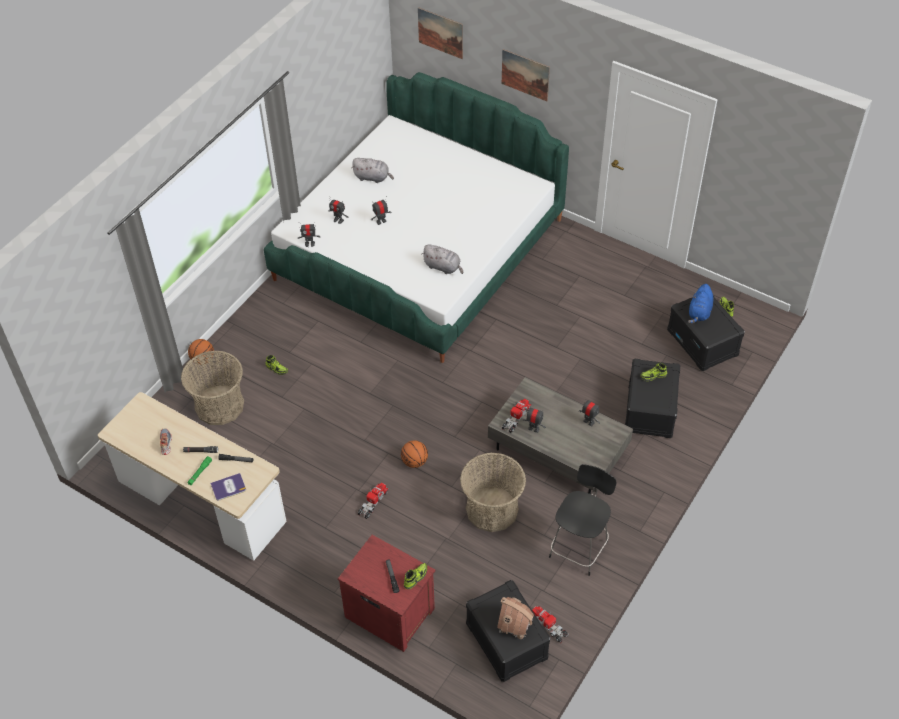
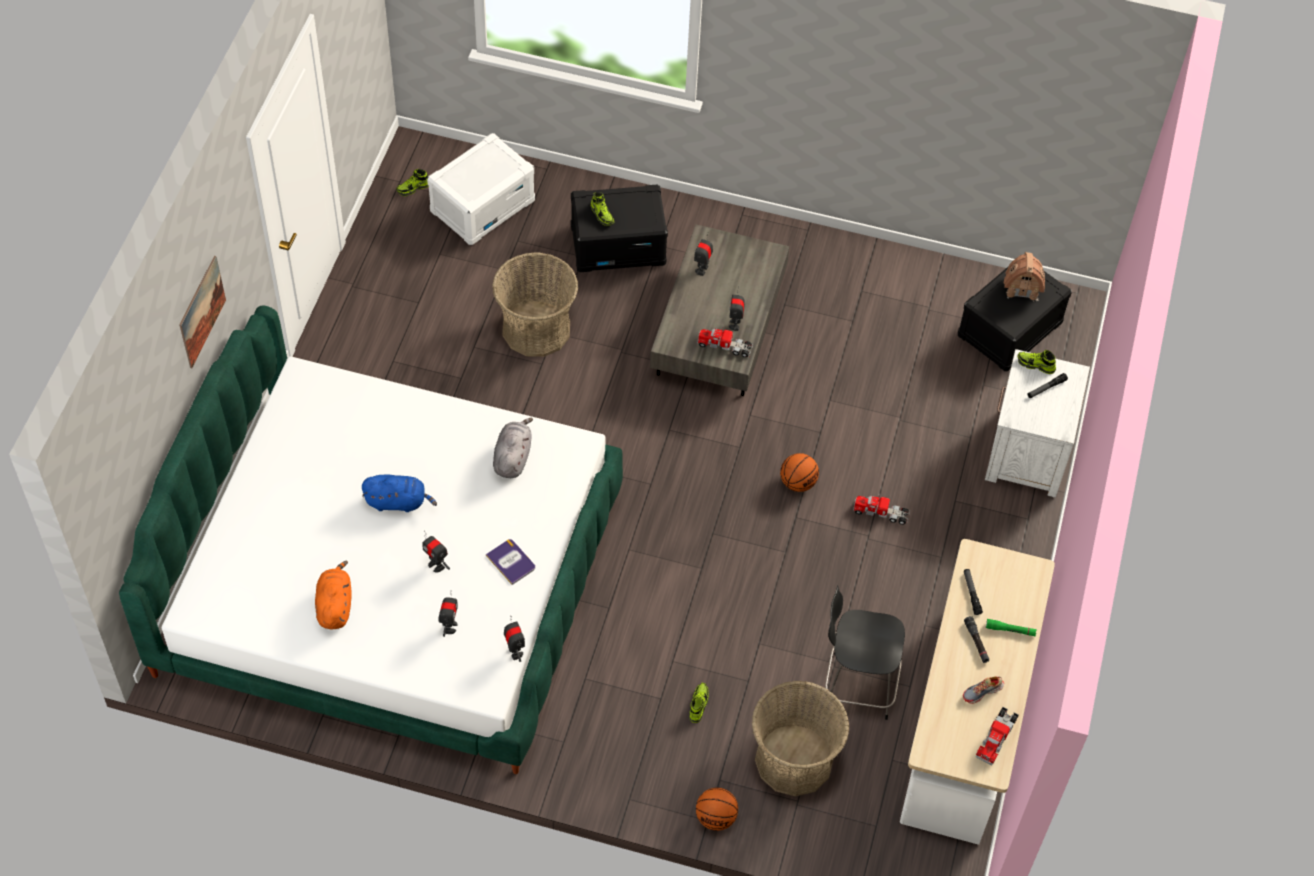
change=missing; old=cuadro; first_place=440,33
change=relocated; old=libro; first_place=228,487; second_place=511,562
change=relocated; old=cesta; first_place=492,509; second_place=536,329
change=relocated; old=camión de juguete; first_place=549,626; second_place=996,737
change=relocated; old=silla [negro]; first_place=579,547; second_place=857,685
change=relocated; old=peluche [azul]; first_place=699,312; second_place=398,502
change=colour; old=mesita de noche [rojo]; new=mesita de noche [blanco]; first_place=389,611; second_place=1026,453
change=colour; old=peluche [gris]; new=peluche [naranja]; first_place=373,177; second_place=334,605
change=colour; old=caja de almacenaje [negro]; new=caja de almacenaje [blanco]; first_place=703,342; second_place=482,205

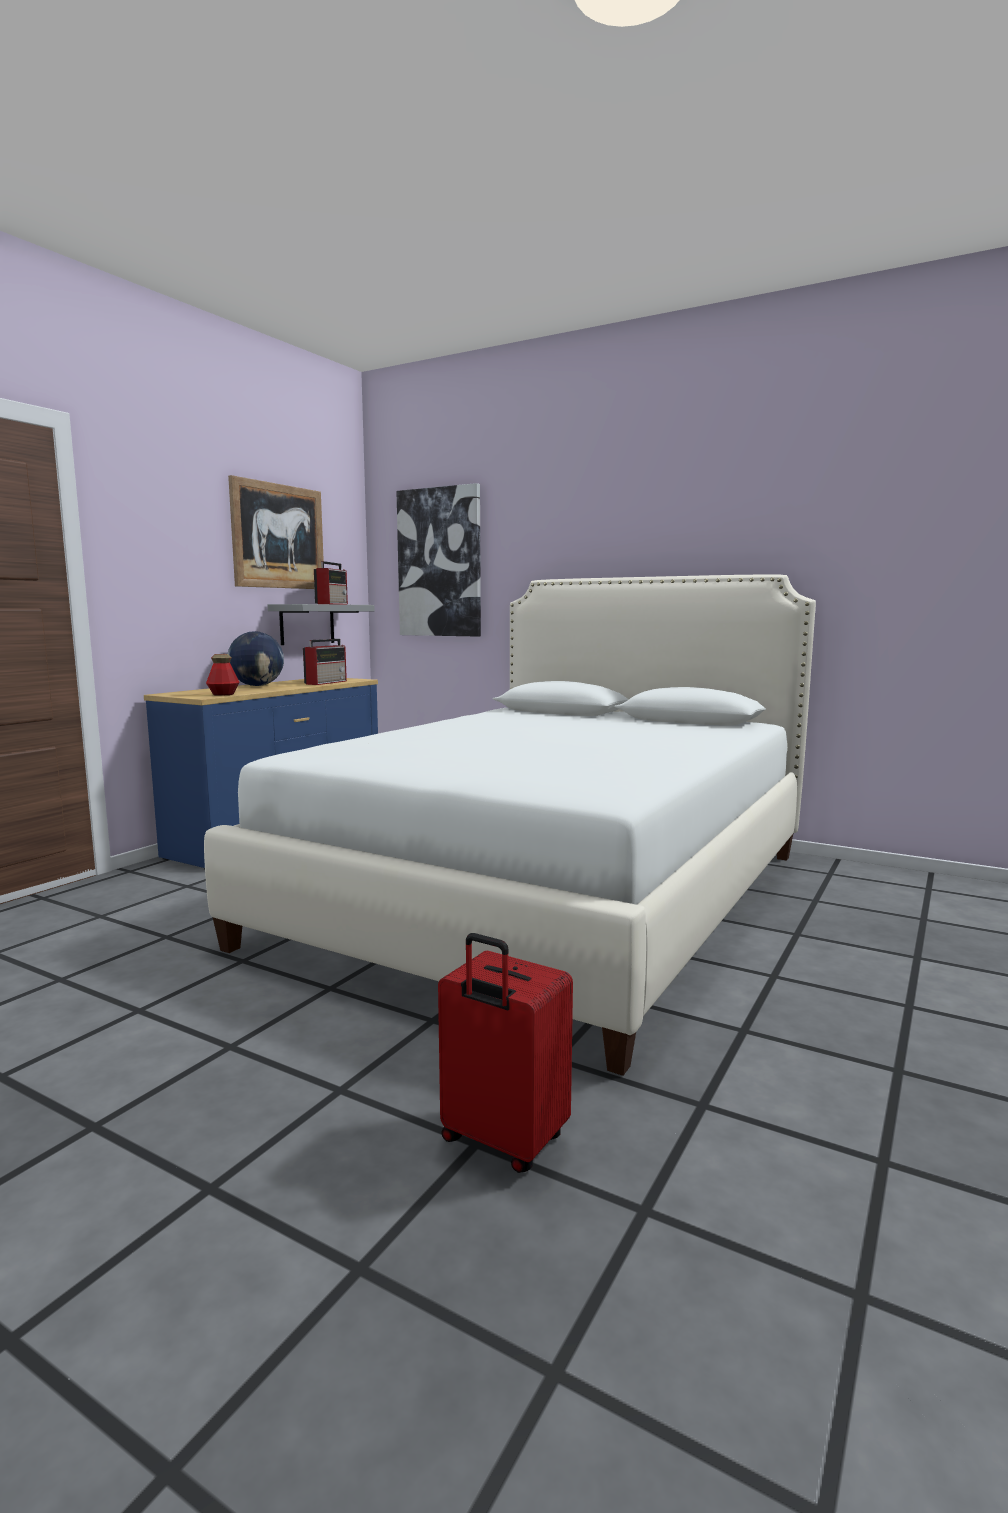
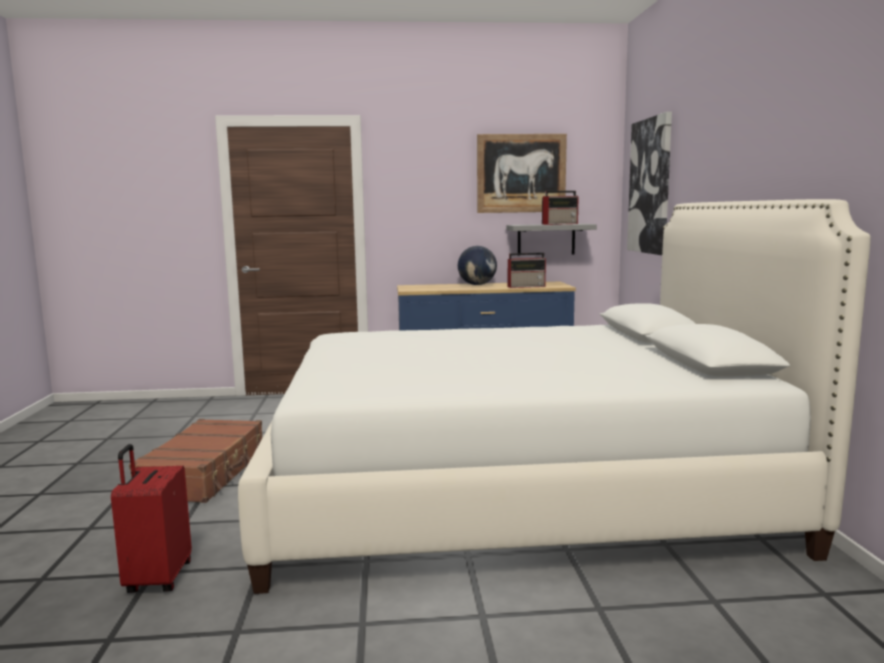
change=missing; old=botella; first_place=223,694
change=appeared; new=maleta [marrón]; second_place=205,473

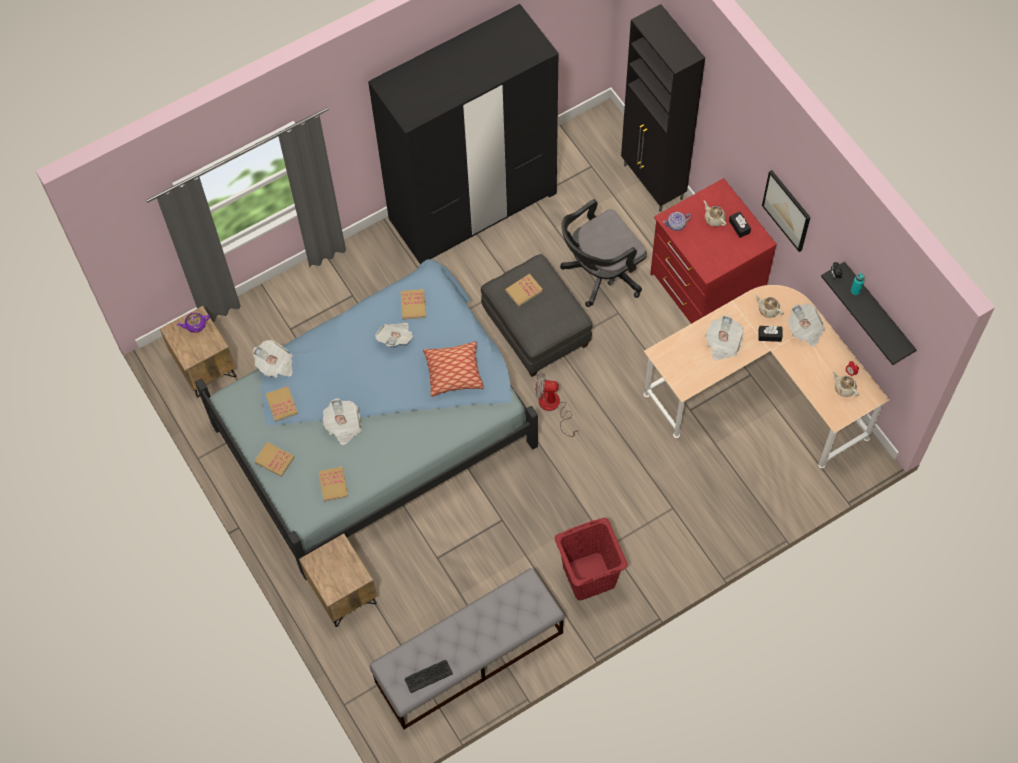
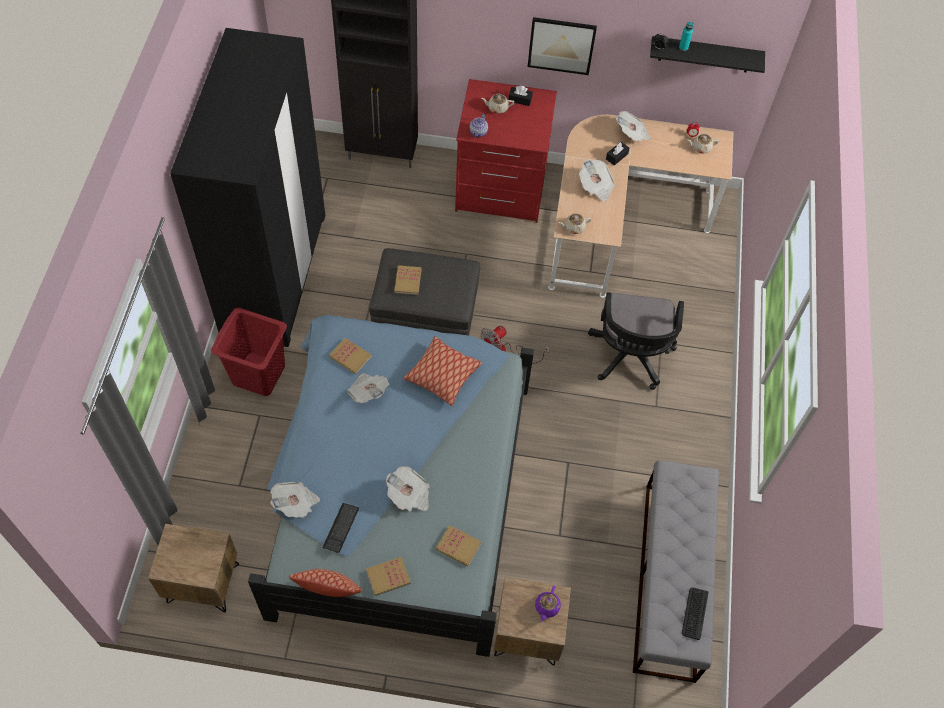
change=appeared; new=cojín; second_place=329,592
change=relocated; old=tetera [morado]; first_place=195,325; second_place=547,607
change=relocated; old=cesto de la ropa [rojo]; first_place=589,575; second_place=258,373
change=relocated; old=silla de oficina [negro]; first_place=600,274; second_place=630,357
change=relocated; old=tetera [beis]; first_place=768,309; second_place=573,227
change=exchanged; old=libro; new=teclado; first_place=281,404; second_place=341,528

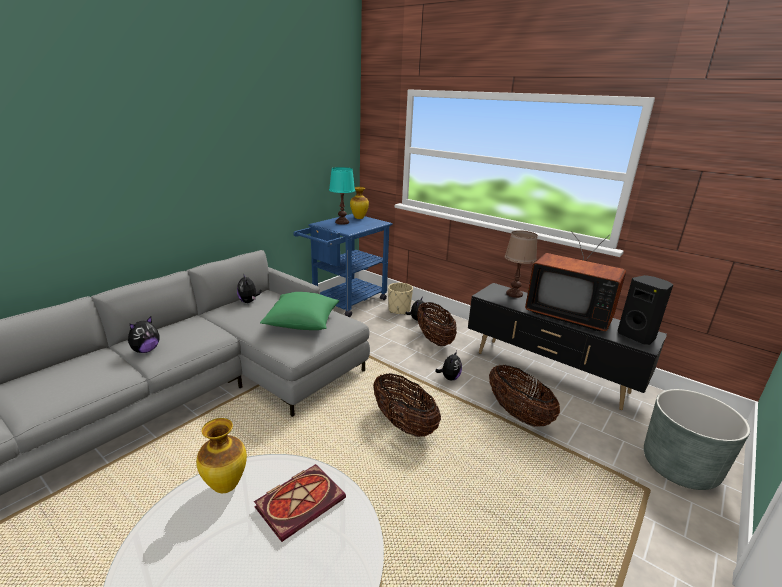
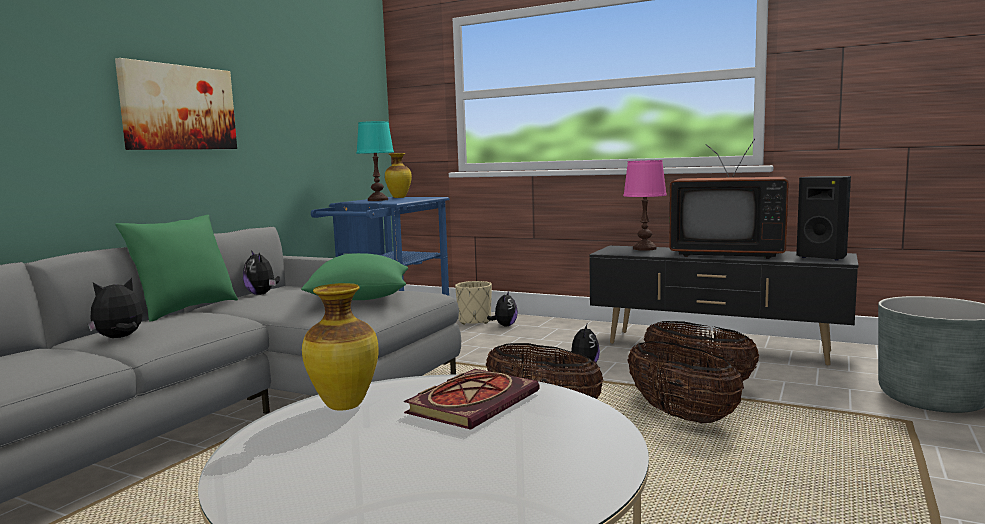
change=appeared; new=cuadro; second_place=178,108
change=appeared; new=cojín [verde]; second_place=185,310
change=relocated; old=cesta; first_place=434,339; second_place=681,416
change=colour; old=lámpara de mesa [marrón]; new=lámpara de mesa [rosa]; first_place=514,294; second_place=644,249
change=spun; old=peluche; first_place=145,350; second_place=120,338; degrees=-150

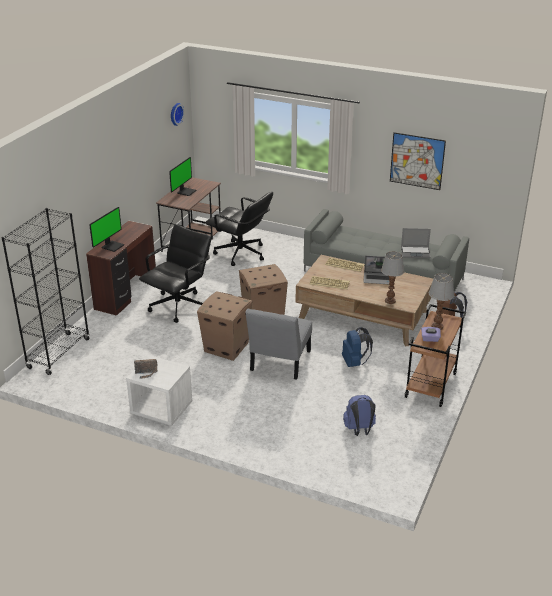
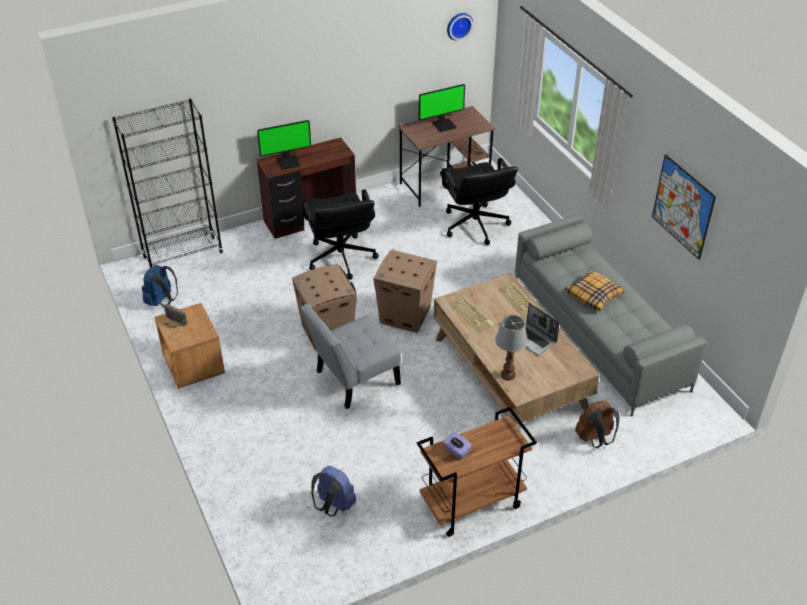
change=missing; old=portátil; first_place=415,252
change=missing; old=lámpara de mesa; first_place=437,326
change=appeared; new=cojín; second_place=593,295
change=relocated; old=mochila [azul]; first_place=354,363; second_place=162,302
change=colour; old=mesita de noche [blanco]; new=mesita de noche [marrón]; first_place=161,409; second_place=193,365
change=spun; old=silla de oficina [negro]; first_place=179,306; second_place=340,258; degrees=90

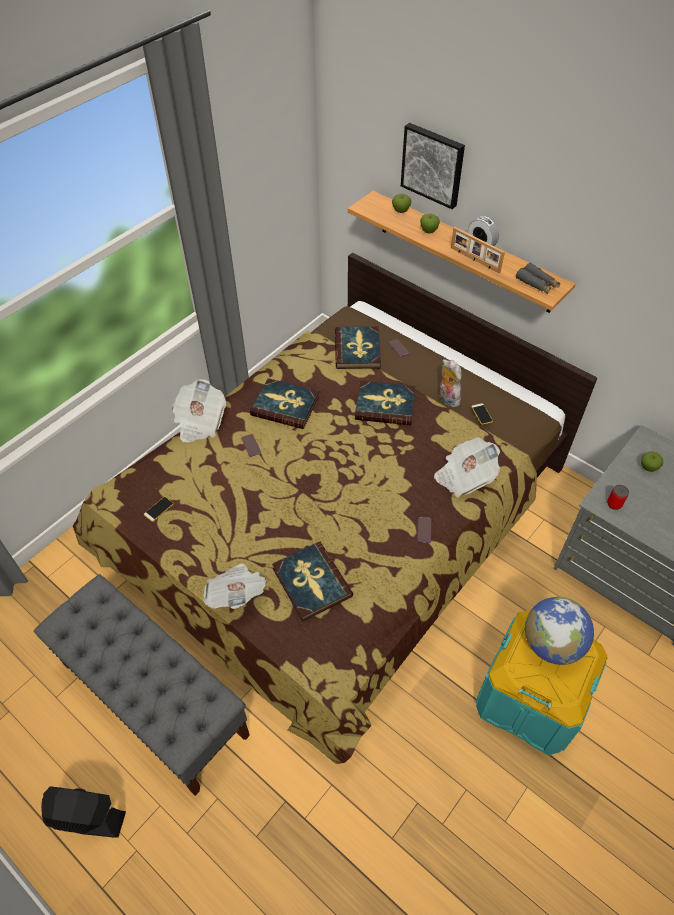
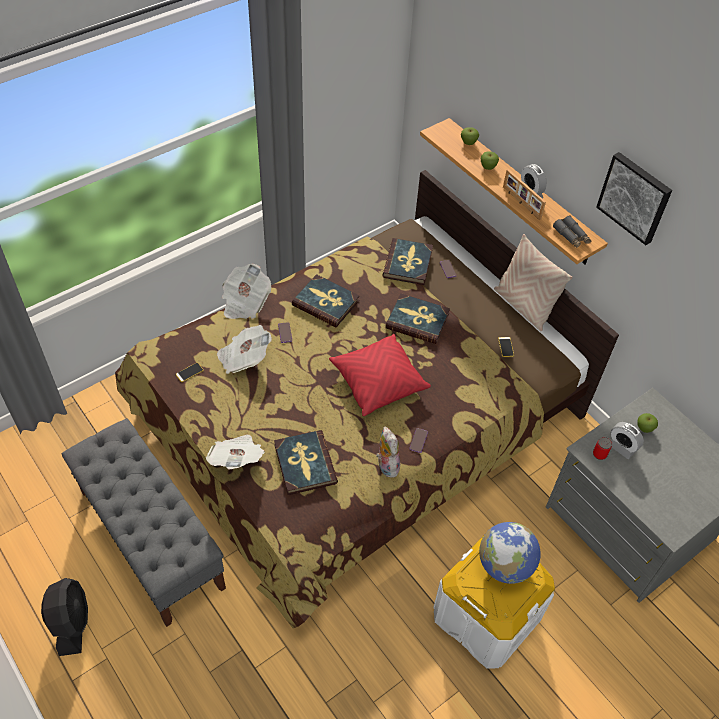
change=appeared; new=cojín [rojo]; second_place=378,382
change=appeared; new=cojín [beis]; second_place=523,306
change=appeared; new=despertador; second_place=621,447
change=relocated; old=cuadro; first_place=433,165; second_place=635,197
change=relocated; old=periódico; first_place=464,477; second_place=244,358
change=relocated; old=peluche; first_place=447,398; second_place=386,465
change=colour; old=caja de almacenaje [turquesa]; new=caja de almacenaje [blanco]; first_place=530,698; second_place=486,616
change=spun; old=ventilador [negro]; first_place=86,818; second_place=72,623; degrees=60

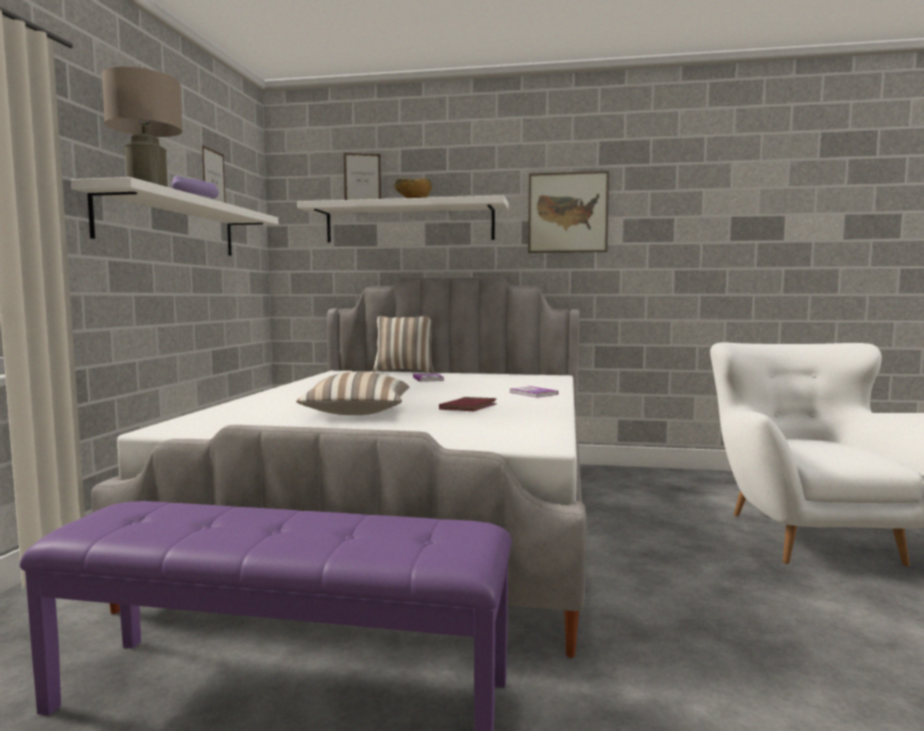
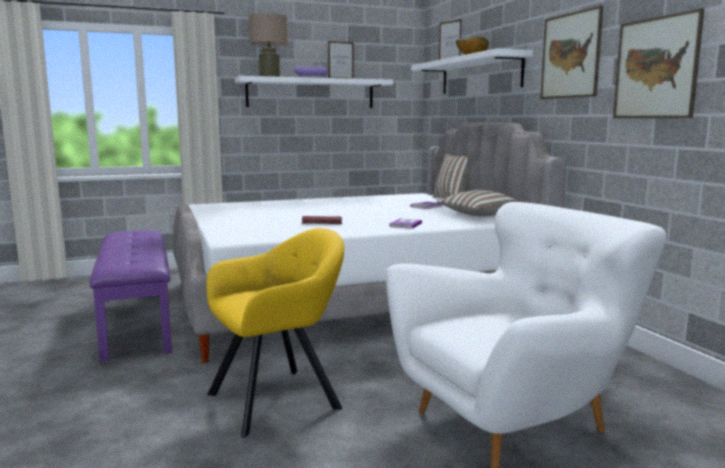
change=appeared; new=sillón [amarillo]; second_place=280,399
change=appeared; new=cuadro; second_place=655,68
change=relocated; old=cojín; first_place=356,414; second_place=478,215

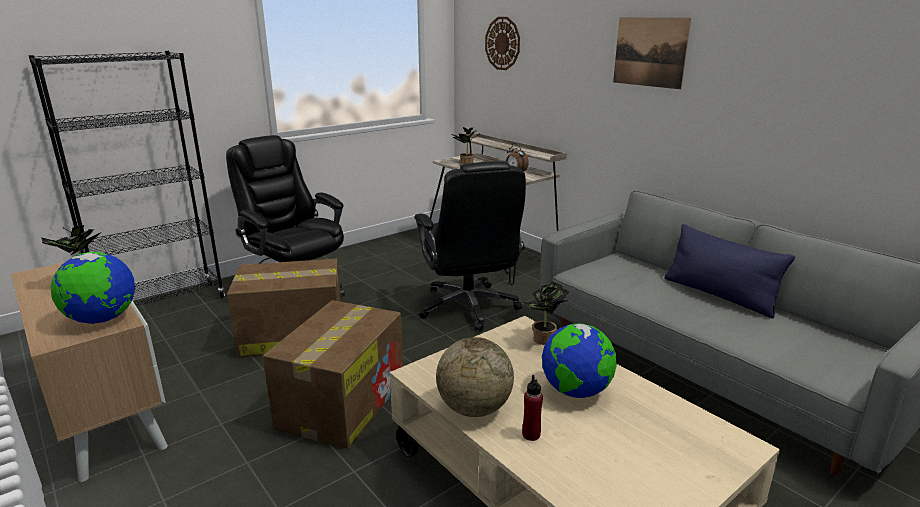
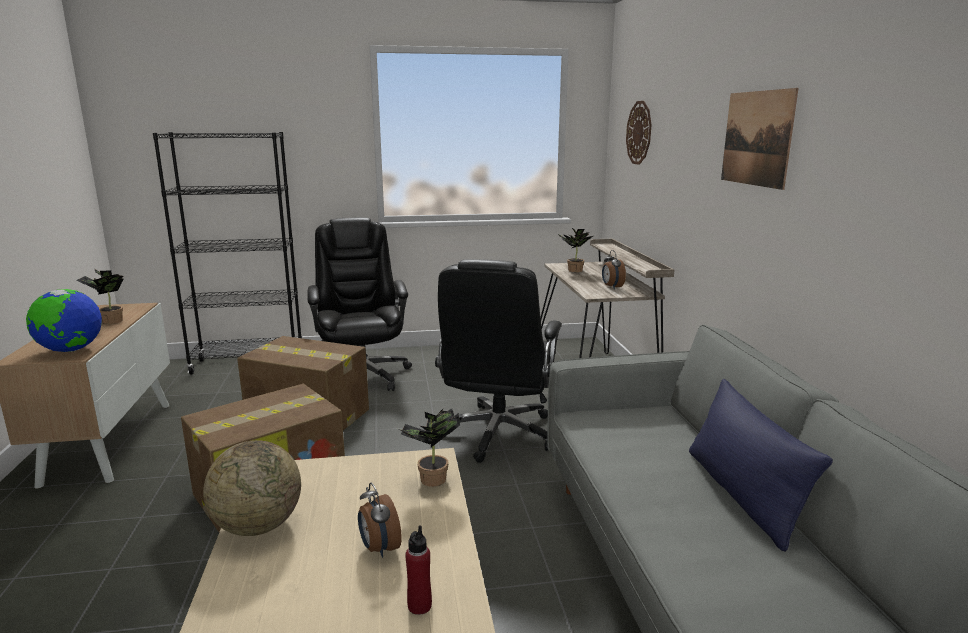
change=relocated; old=botella [rojo]; first_place=531,434; second_place=419,605
change=exchanged; old=globo terráqueo; new=despertador; first_place=576,391; second_place=379,548

